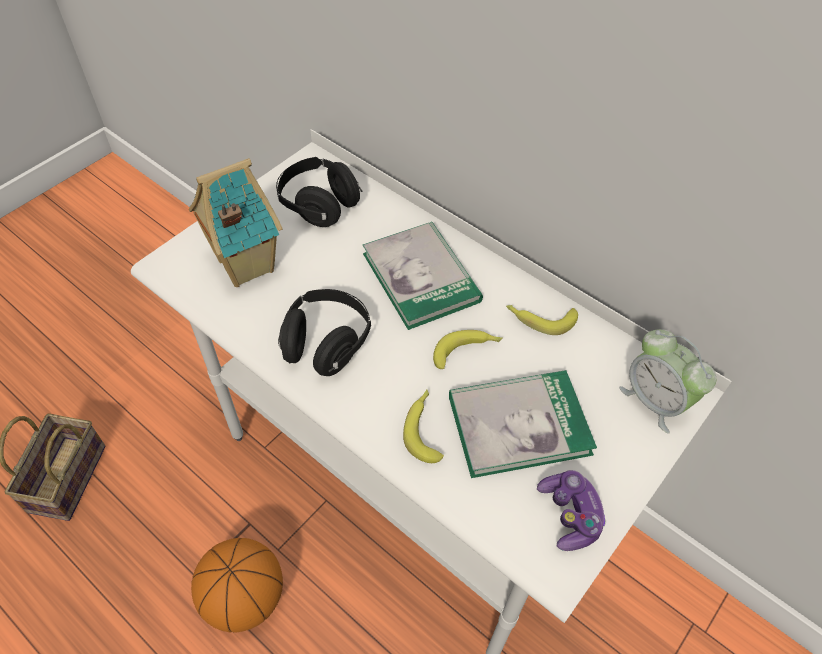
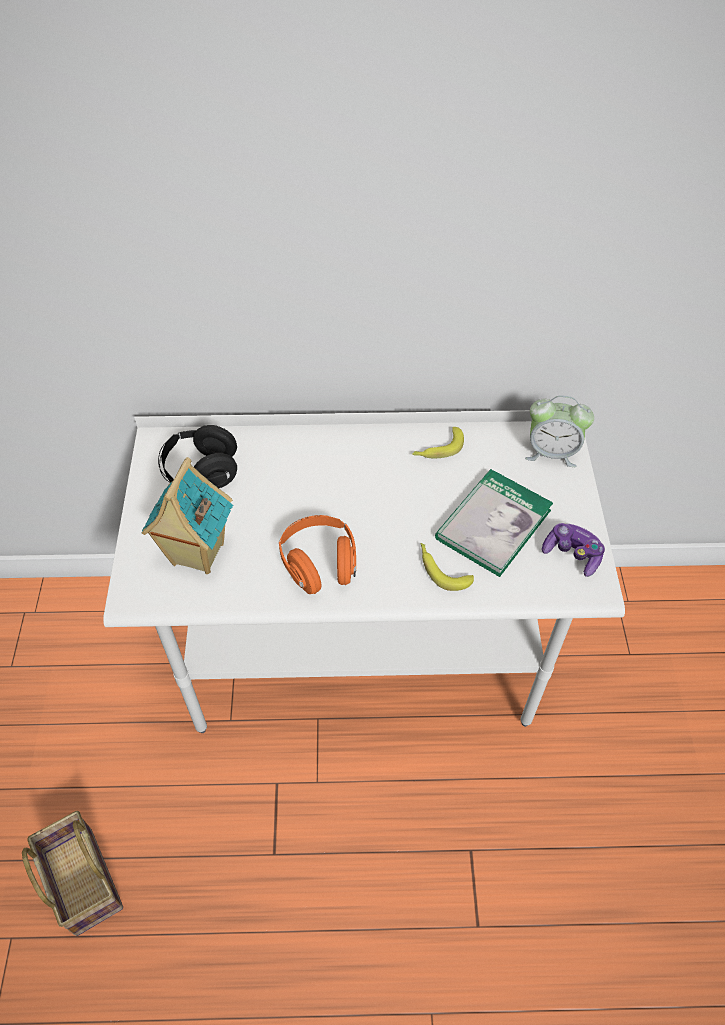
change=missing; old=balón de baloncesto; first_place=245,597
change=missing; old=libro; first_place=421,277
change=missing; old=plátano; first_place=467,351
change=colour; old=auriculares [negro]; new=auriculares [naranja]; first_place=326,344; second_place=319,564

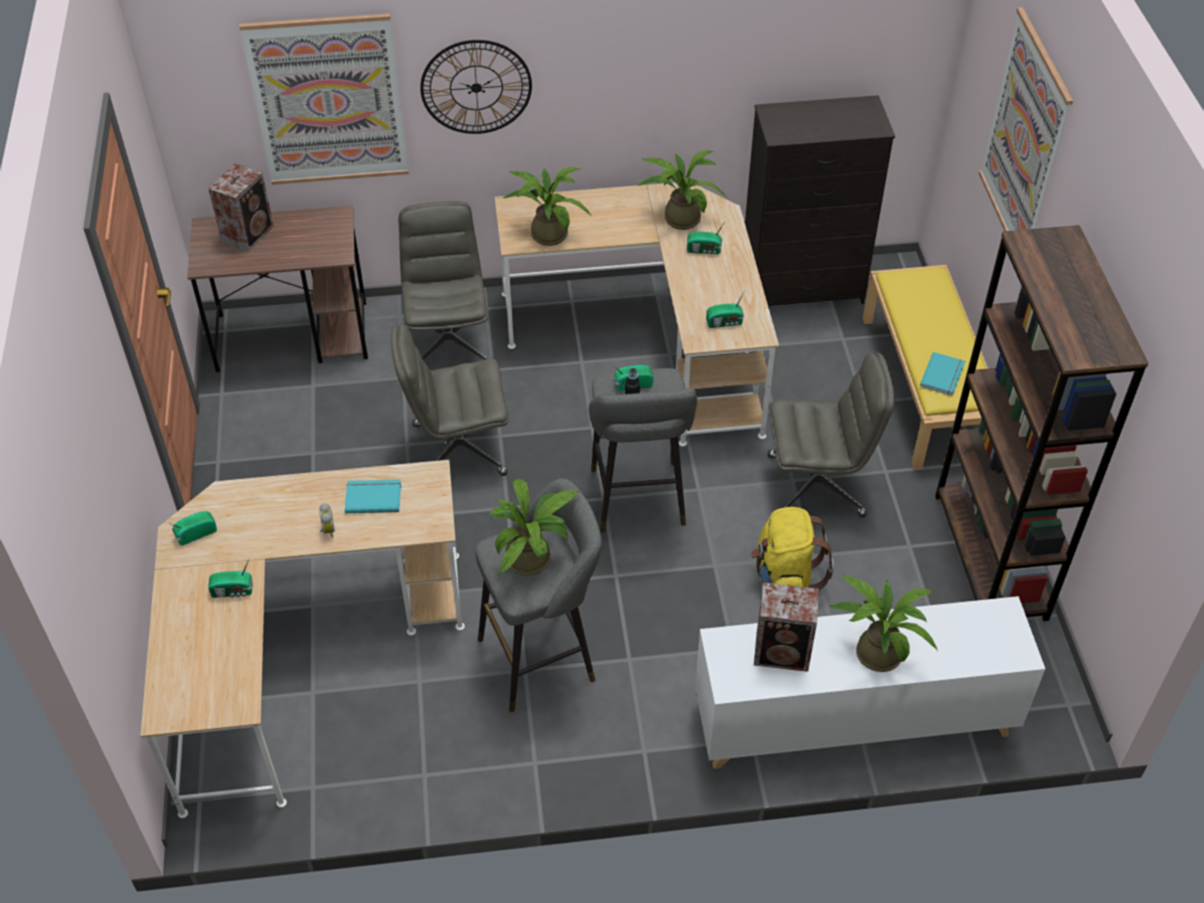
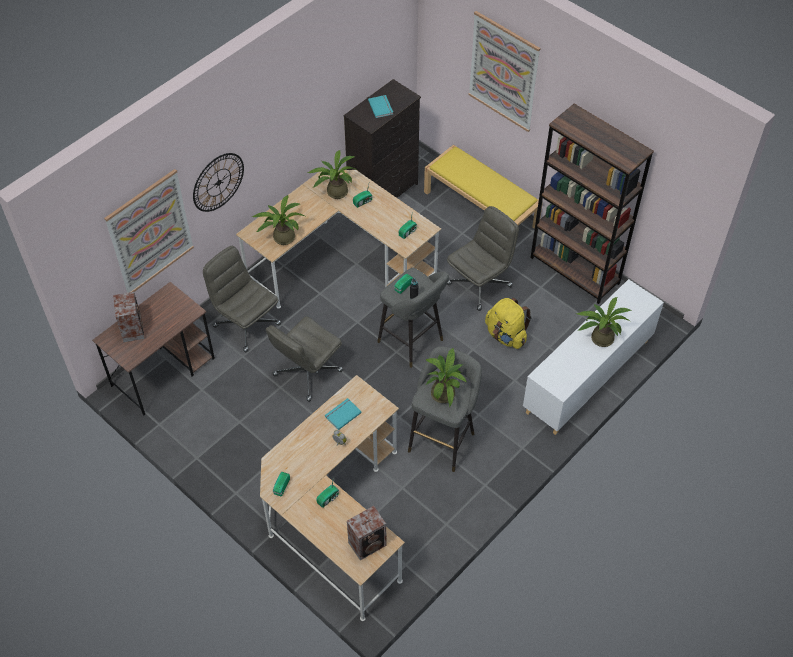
change=relocated; old=altavoz; first_place=784,652; second_place=368,543
change=relocated; old=libro [turquesa]; first_place=943,375; second_place=381,107

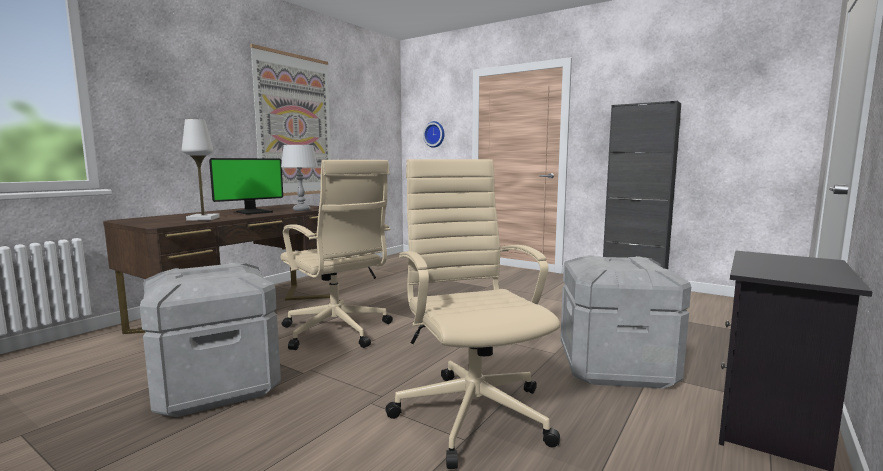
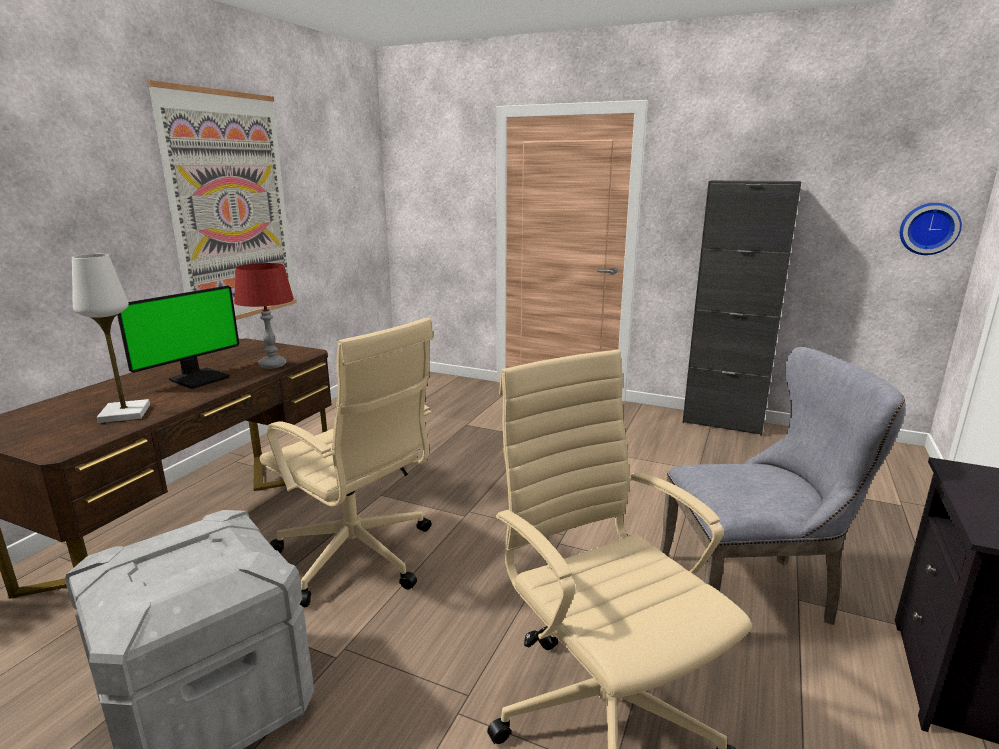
change=relocated; old=reloj de pared; first_place=435,134; second_place=929,228
change=exchanged; old=caja de almacenaje [gris]; new=silla [gris]; first_place=616,367; second_place=754,591
change=colour; old=lámpara de mesa [gris]; new=lámpara de mesa [rojo]; first_place=301,210; second_place=272,365

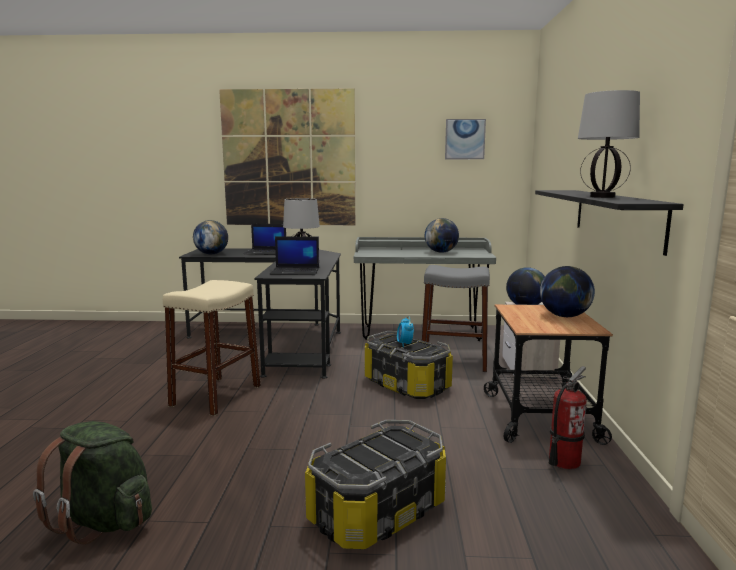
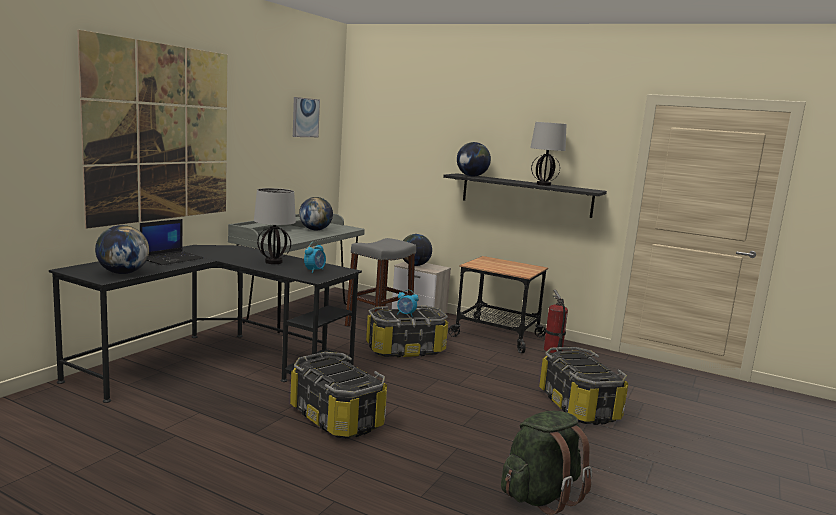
change=relocated; old=globo terráqueo; first_place=564,316; second_place=472,176
change=exchanged; old=taburete [beis]; new=caja de almacenaje; first_place=216,395; second_place=336,418
change=exchanged; old=portátil; new=despertador; first_place=296,272; second_place=315,270

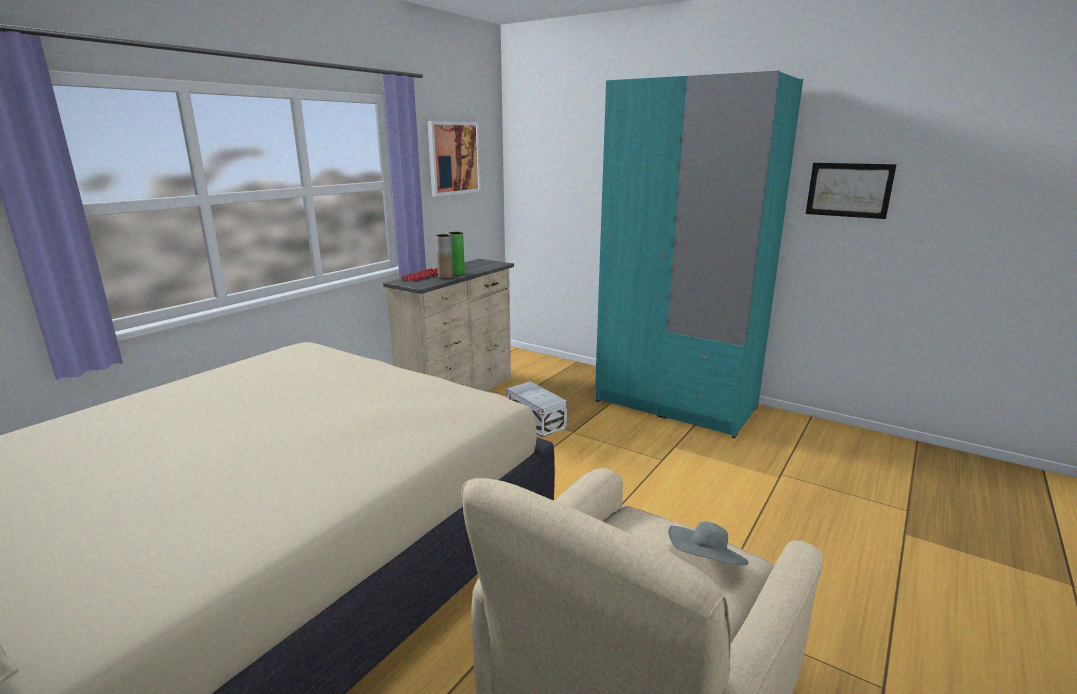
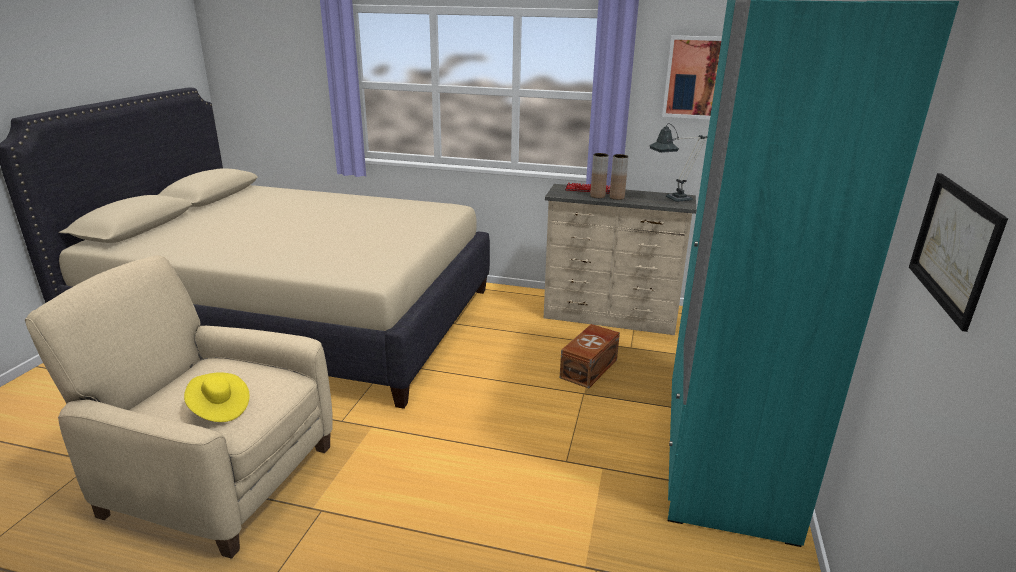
change=appeared; new=lámpara de mesa; second_place=673,199
change=colour; old=florero [verde]; new=florero [marrón]; first_place=457,273; second_place=617,197
change=colour; old=caja de almacenaje [blanco]; new=caja de almacenaje [marrón]; first_place=536,421; second_place=590,368
change=colour; old=sombrero [gris]; new=sombrero [amarillo]; first_place=705,564; second_place=219,409

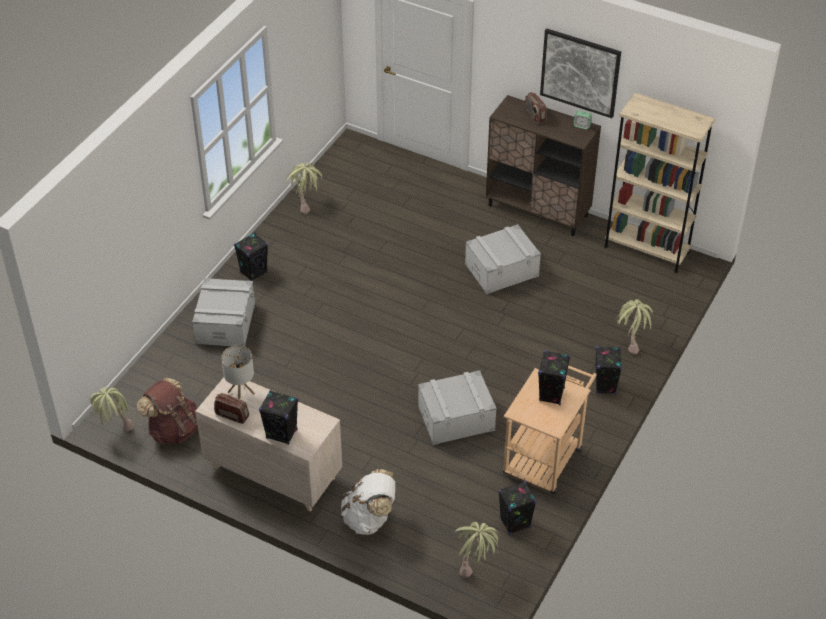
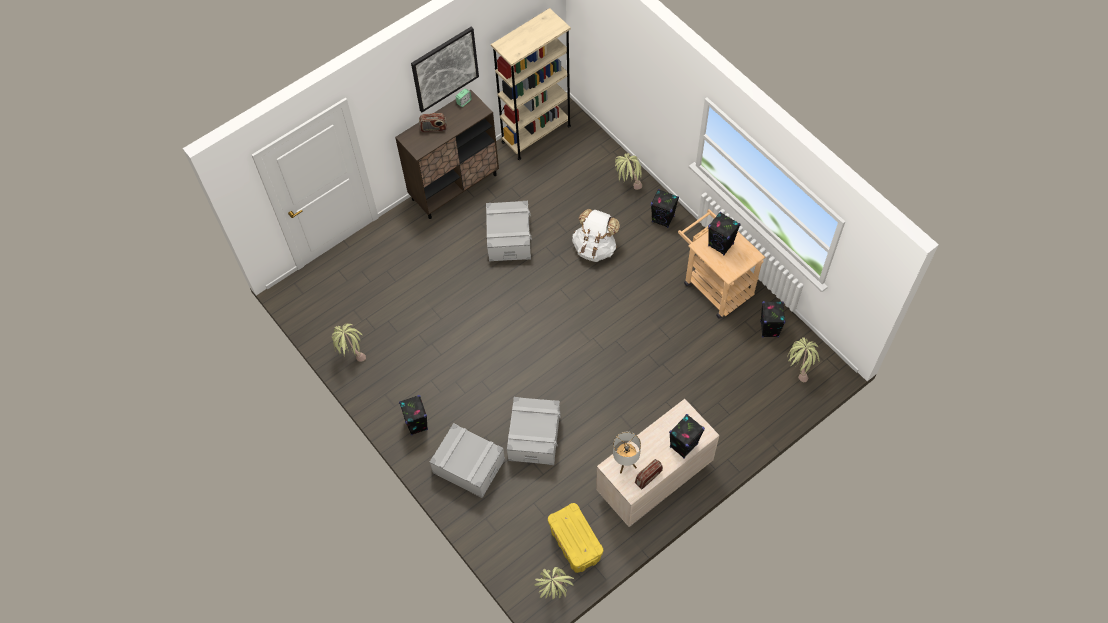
change=relocated; old=mochila [blanco]; first_place=369,518; second_place=595,247
change=relocated; old=caja de almacenaje [gris]; first_place=456,418; second_place=534,436
change=exchanged; old=mochila [marrón]; new=caja de almacenaje [amarillo]; first_place=173,429; second_place=575,544

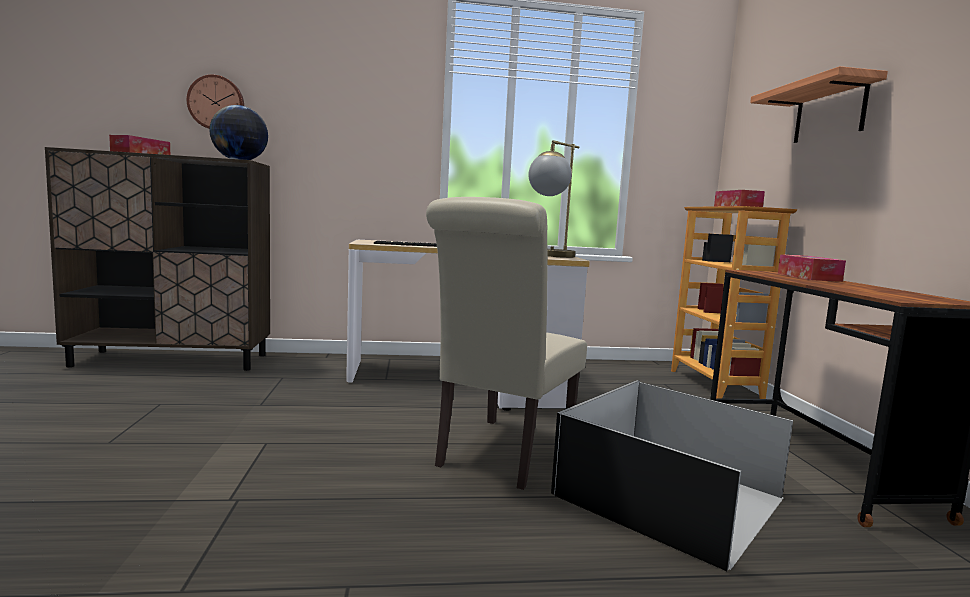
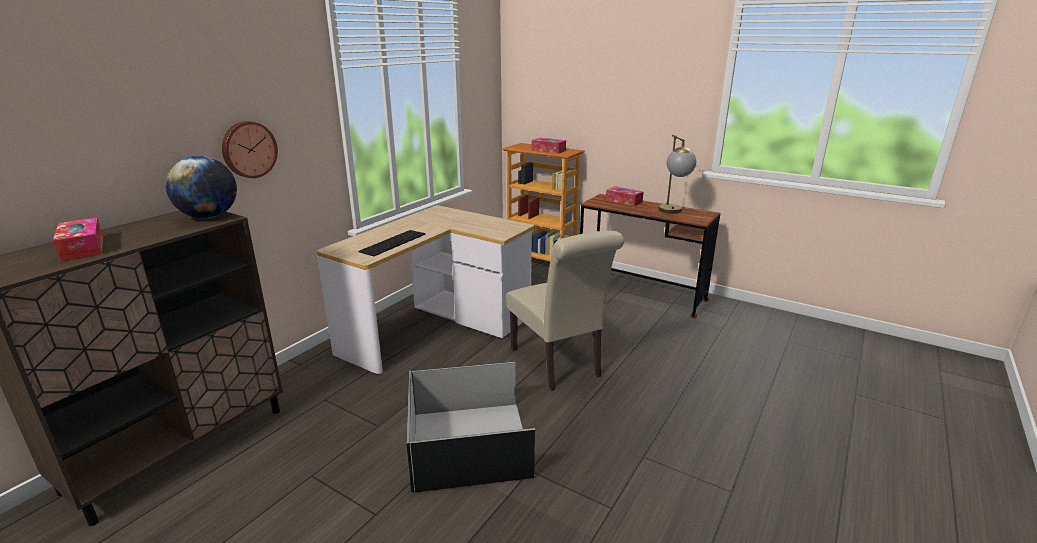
change=missing; old=estante; first_place=829,112
change=relocated; old=reloj de pared; first_place=216,103; second_place=248,149
change=relocated; old=lámpara de mesa; first_place=550,256; second_place=673,213
change=relocated; old=caja de almacenaje [negro]; first_place=667,498; second_place=469,445

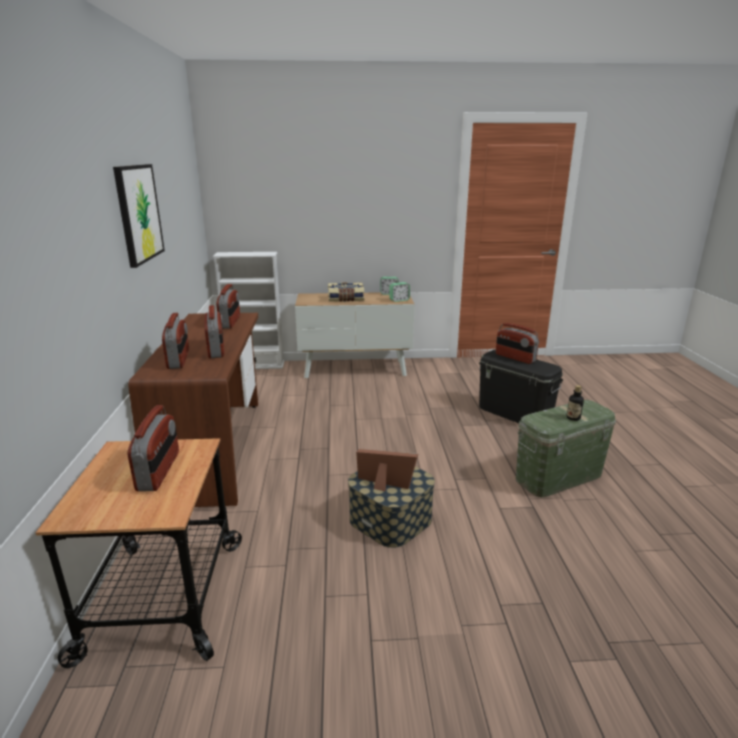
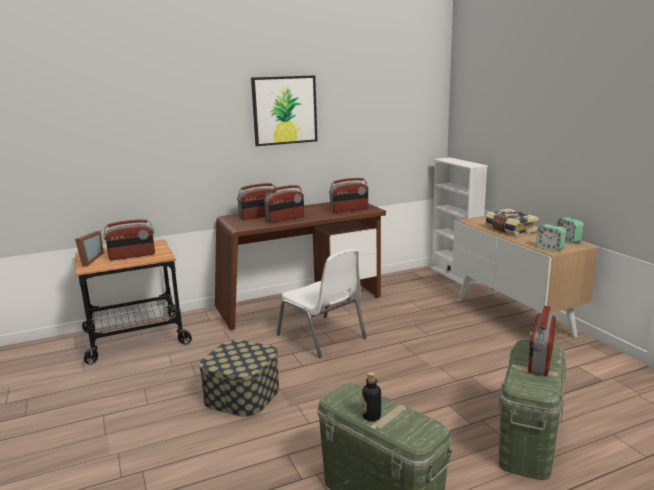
change=appeared; new=silla [blanco]; second_place=322,337
change=relocated; old=portarretratos; first_place=384,485; second_place=88,260
change=colour; old=caja de almacenaje [negro]; new=caja de almacenaje [verde]; first_place=514,413; second_place=528,442

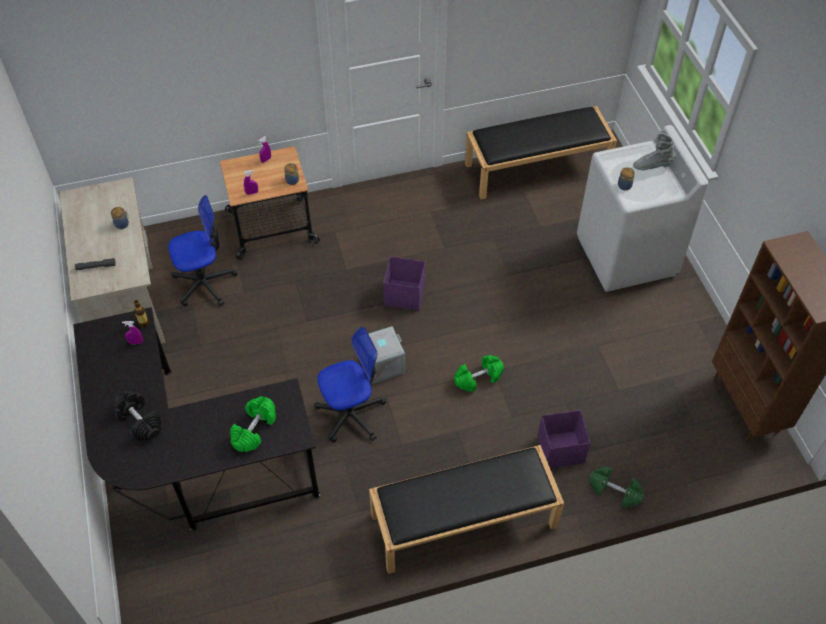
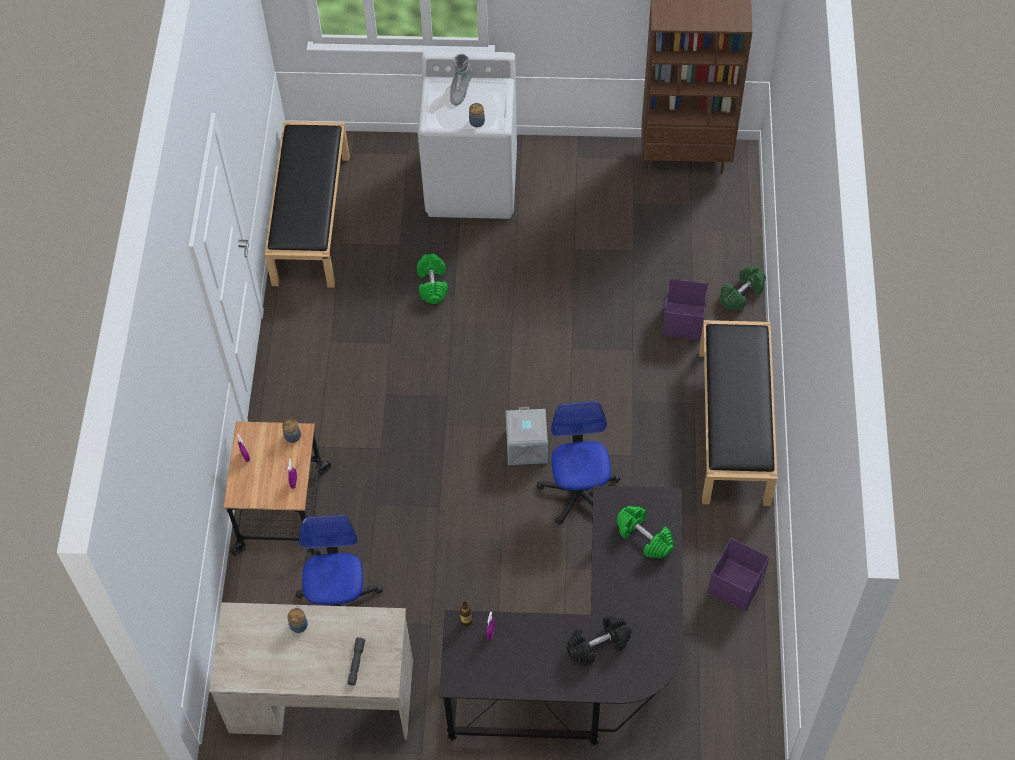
change=relocated; old=caja de almacenaje [morado]; first_place=405,295; second_place=736,584
change=relocated; old=mancuerna [verde]; first_place=478,378; second_place=433,285

